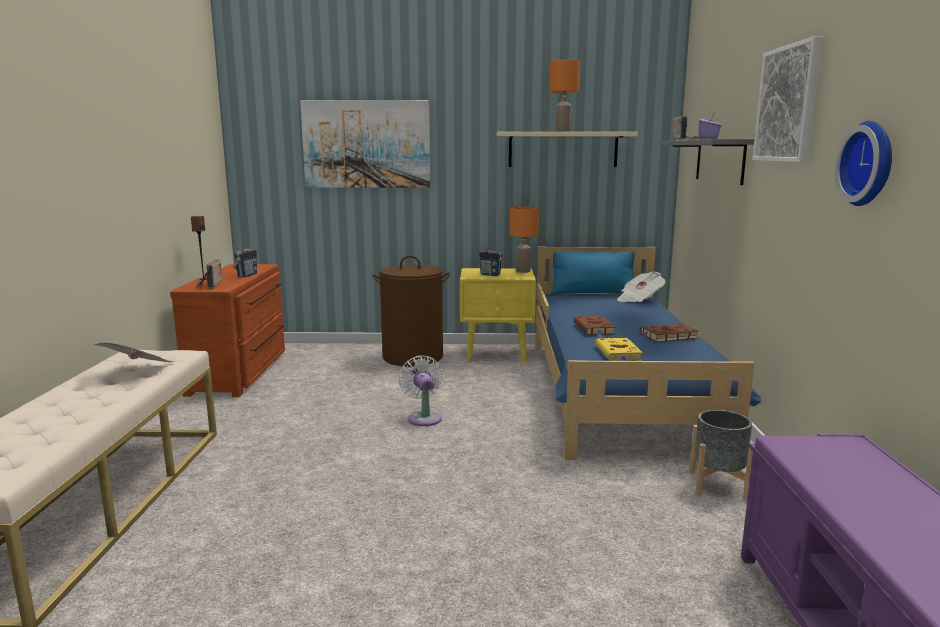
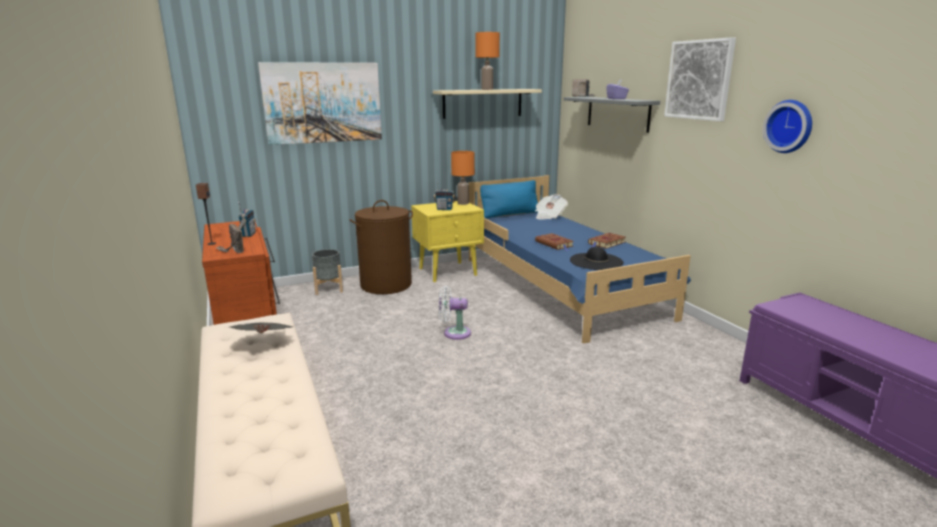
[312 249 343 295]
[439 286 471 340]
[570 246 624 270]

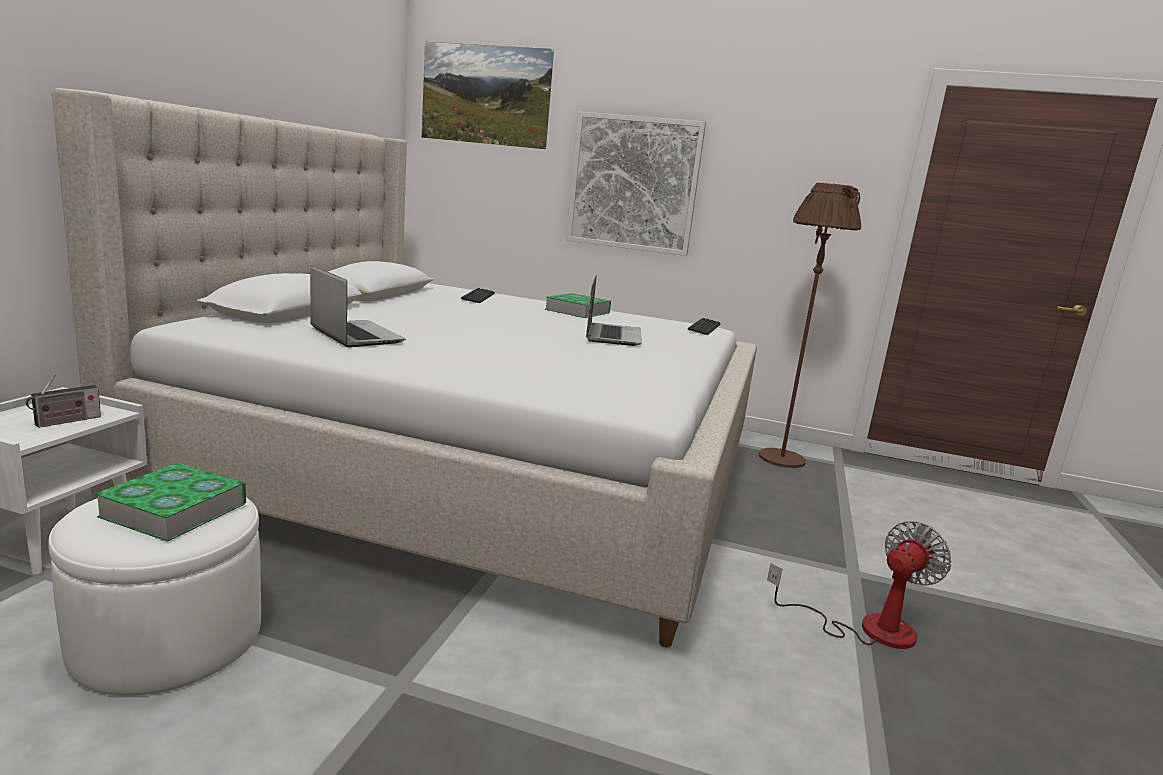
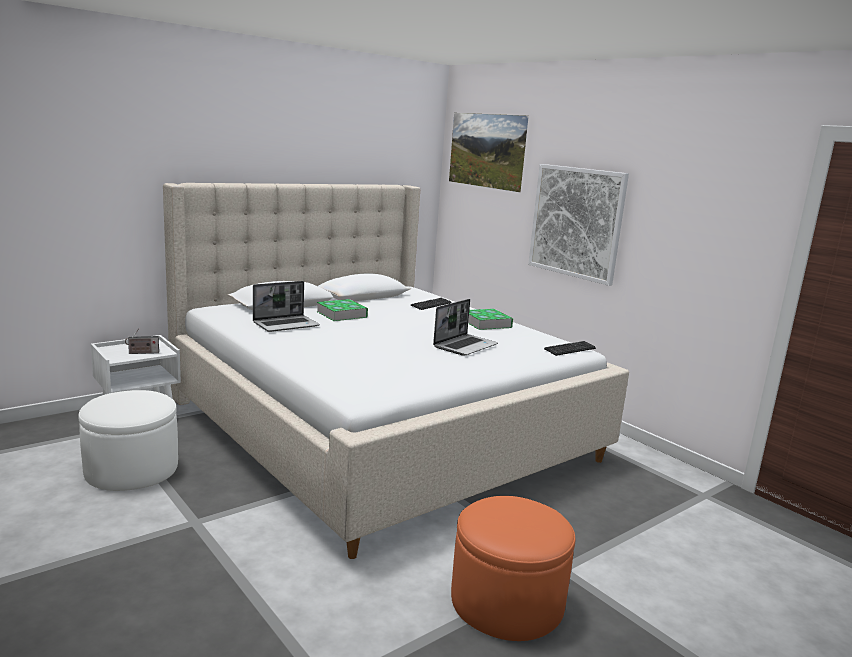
[253 281 320 332]
[317 299 368 321]
[451 496 575 641]
[759 183 861 468] (first image)

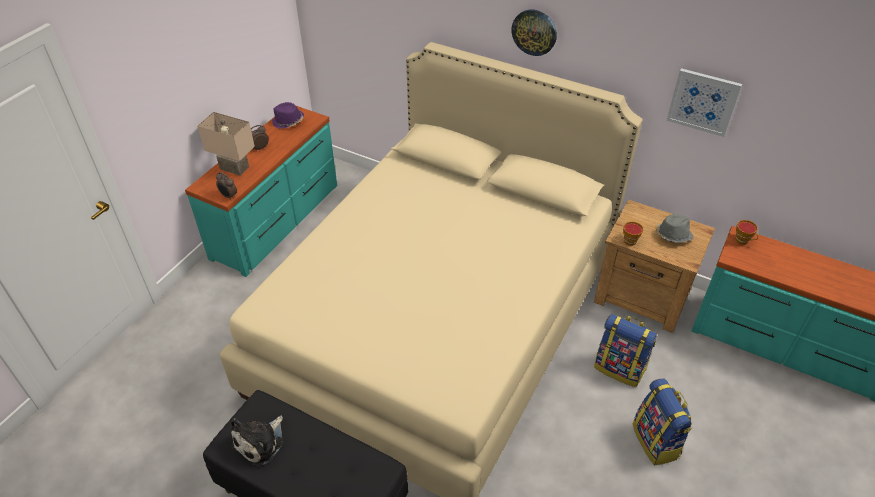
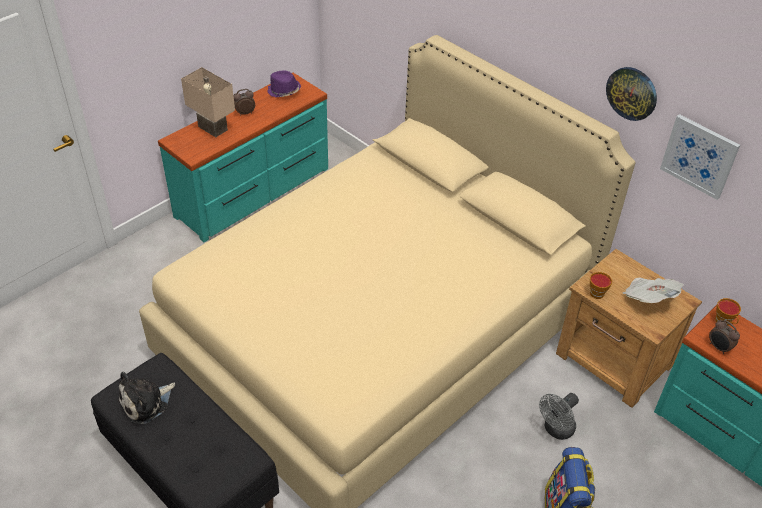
[539 393 579 440]
[606 67 657 121]
[622 277 684 303]
[709 319 740 354]

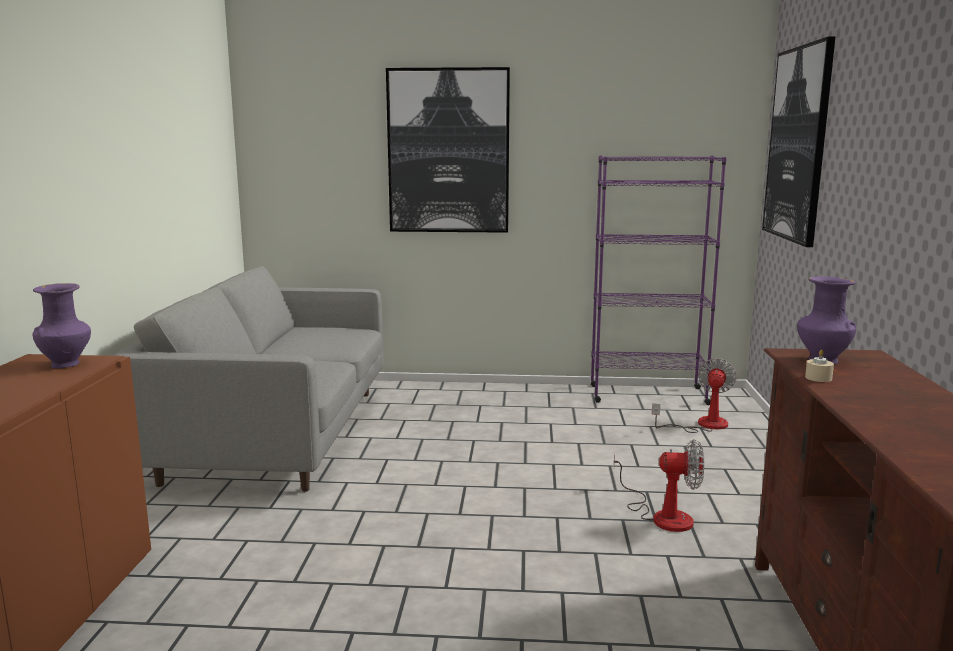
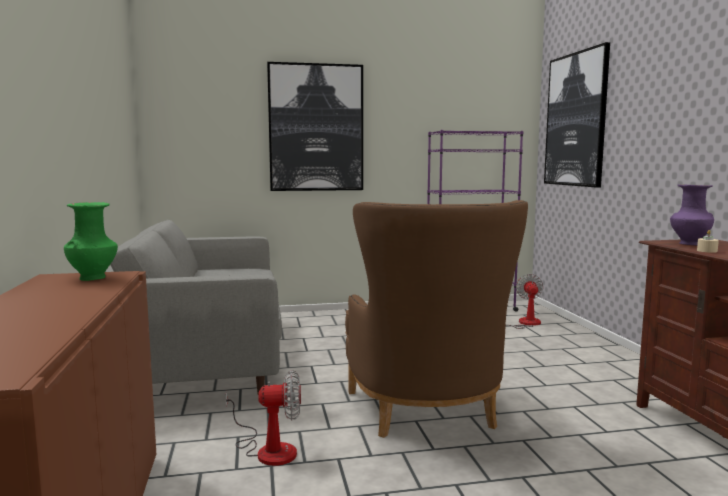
[64 202 118 281]
[225 370 301 466]
[345 200 528 438]

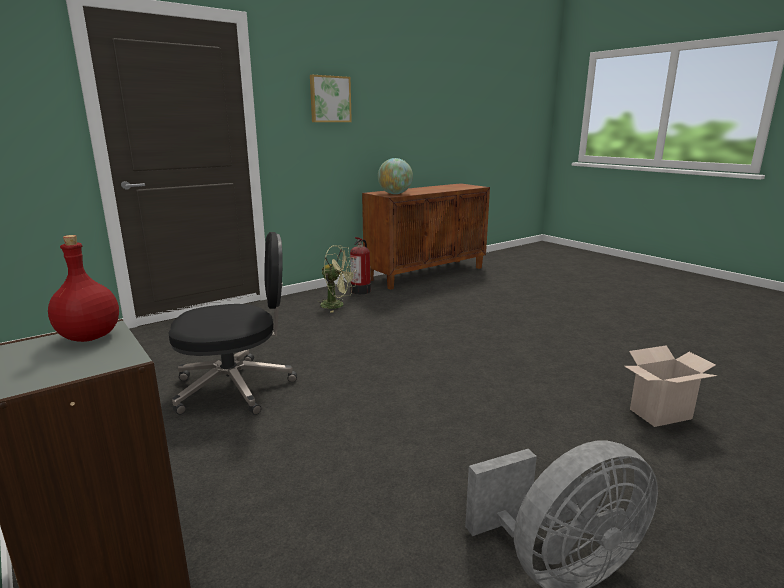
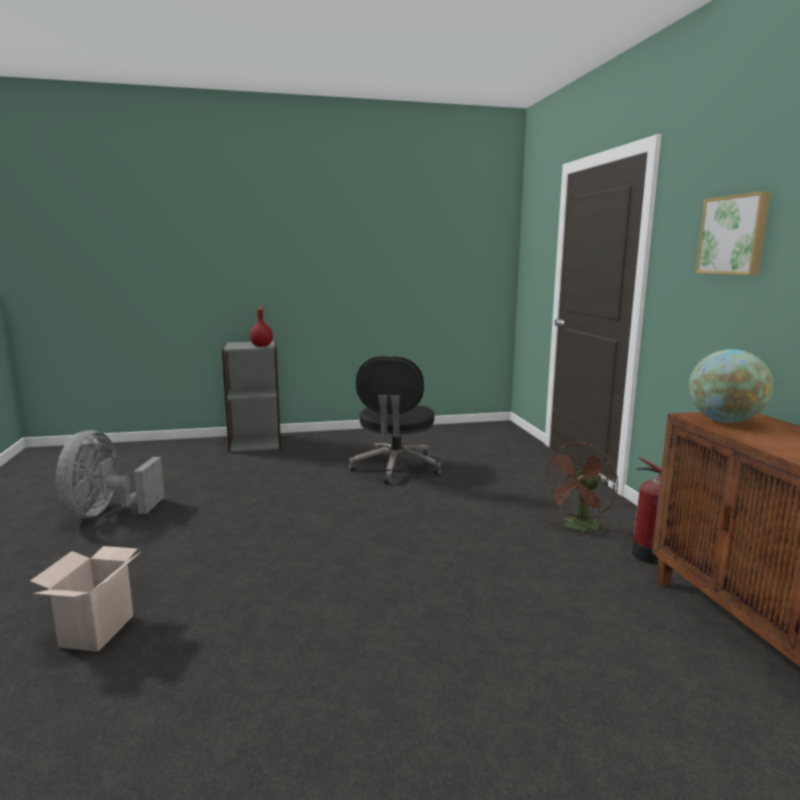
[541 442 618 535]

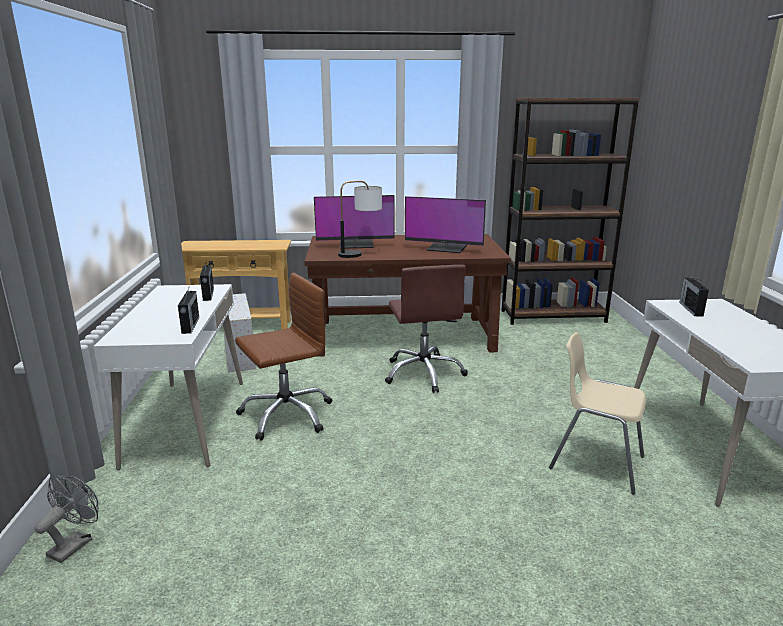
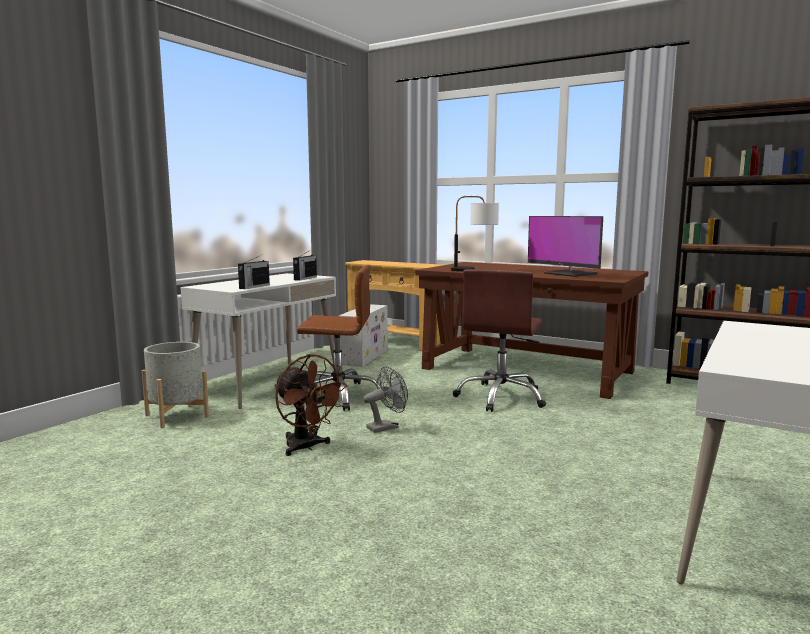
[142 342 209 428]
[274 354 348 456]
[363 366 408 433]
[314 195 395 249] (first image)
[549 332 646 495] (first image)
[679 278 709 317] (first image)

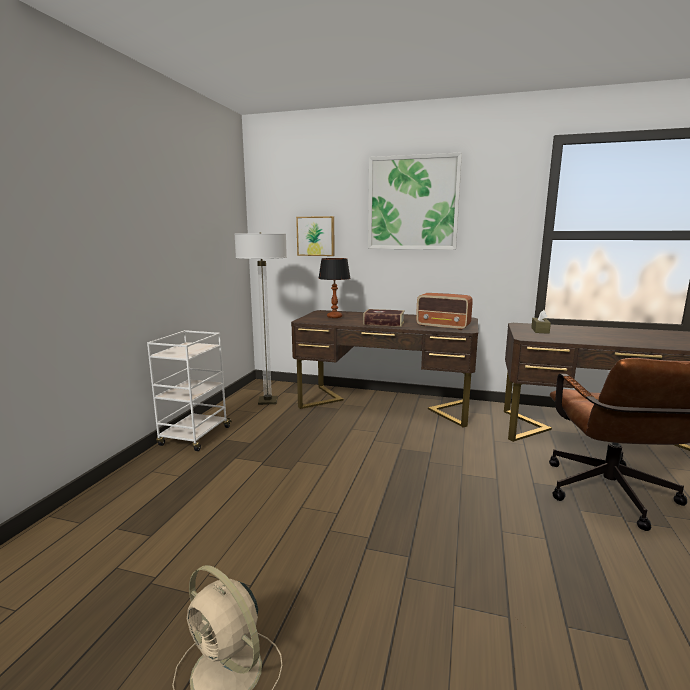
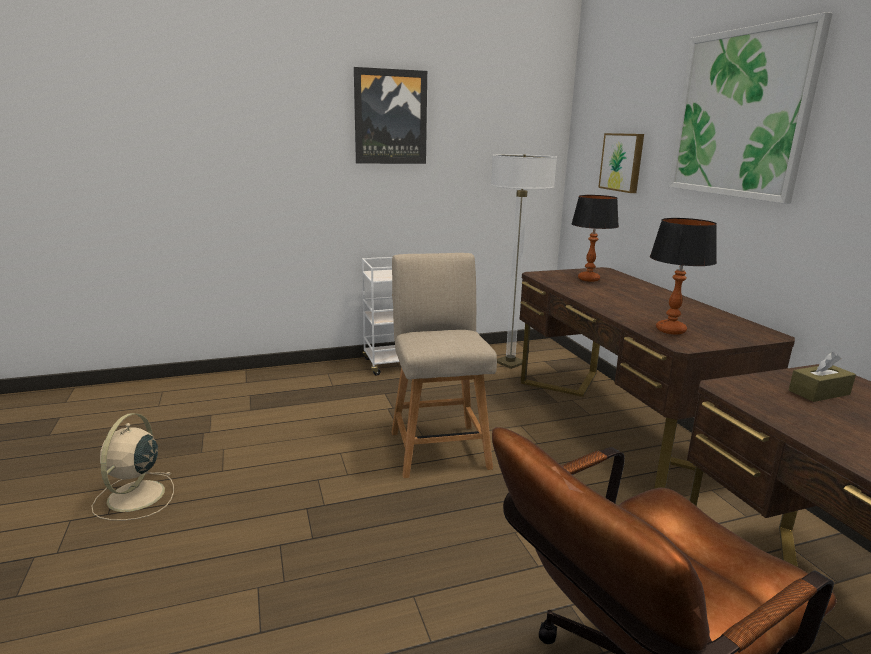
[354 67 427 164]
[391 253 497 478]
[650 218 717 335]
[363 309 405 327] (first image)

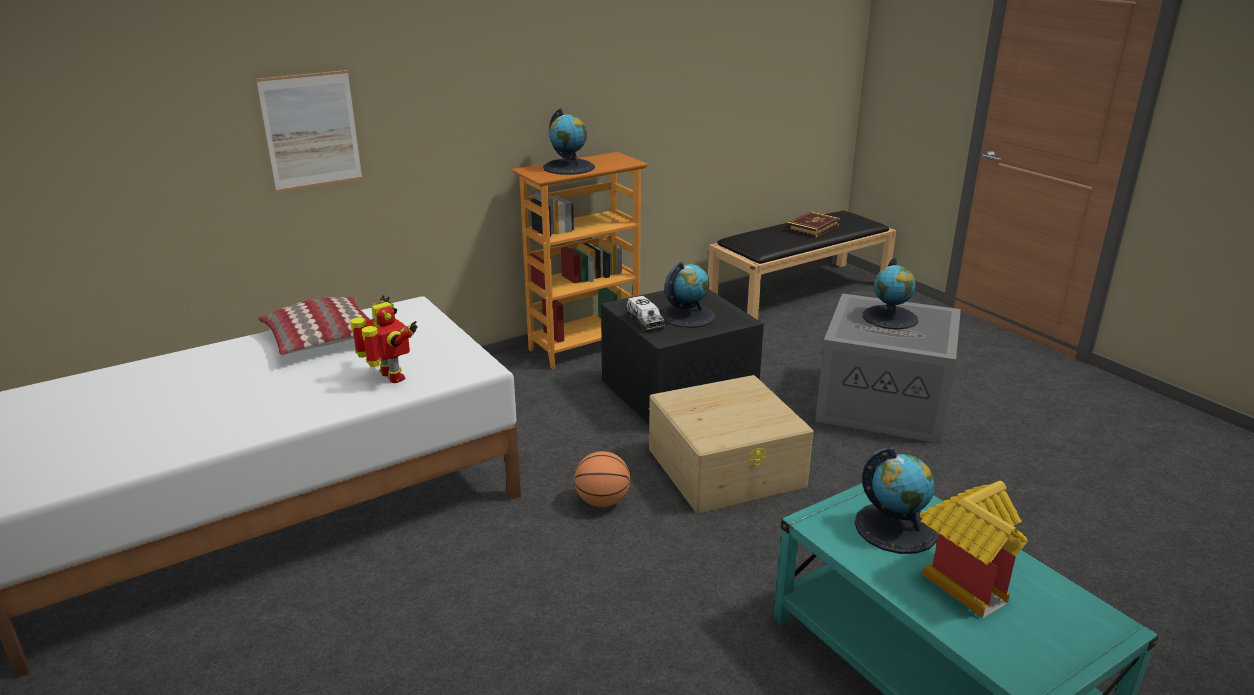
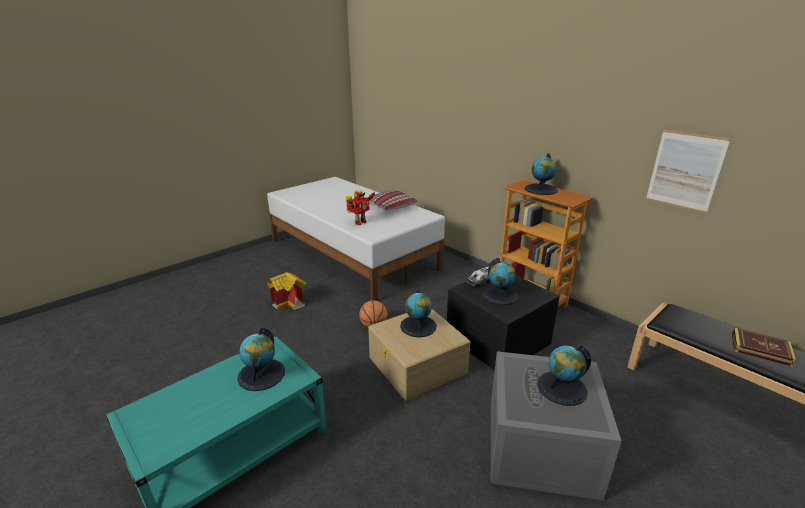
[267 272 306 310]
[400 288 437 337]
[646 130 730 213]

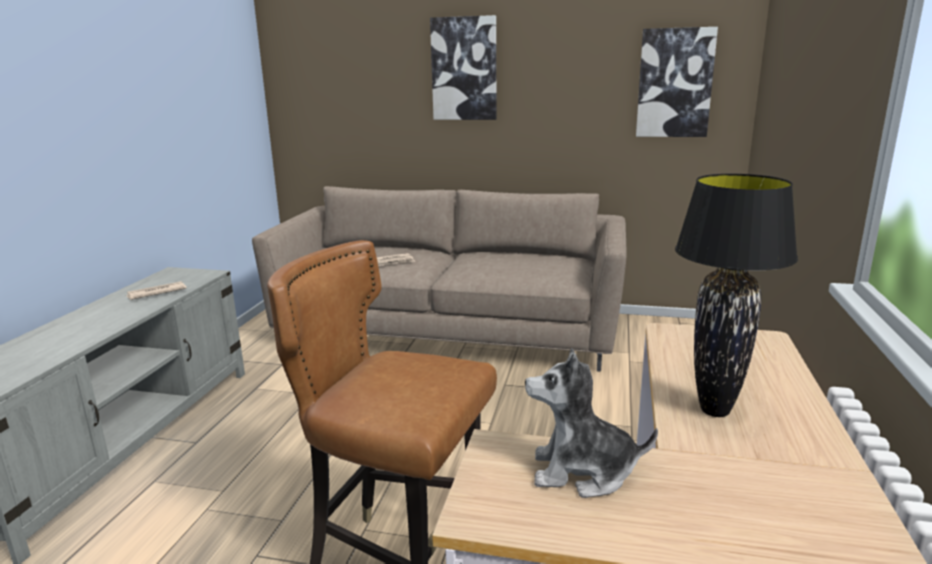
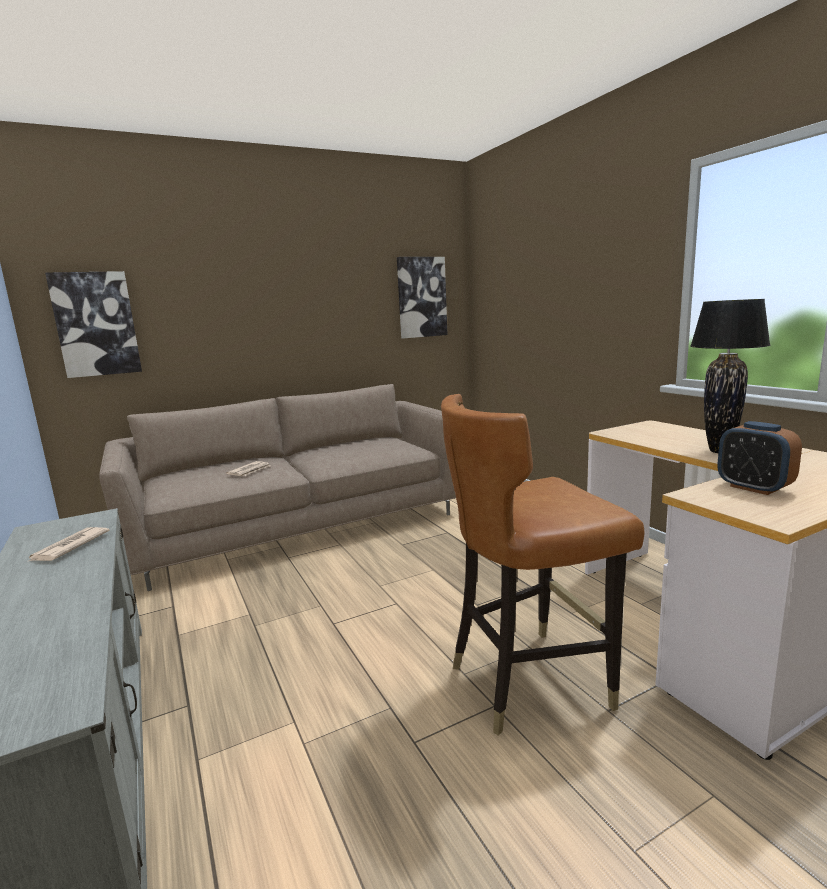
[45 271 142 378]
[717 421 802 495]

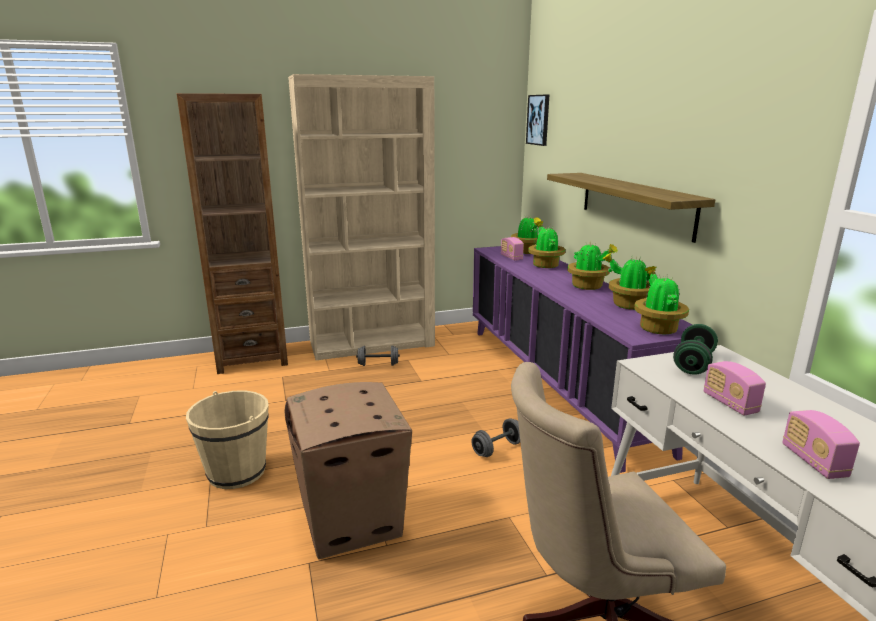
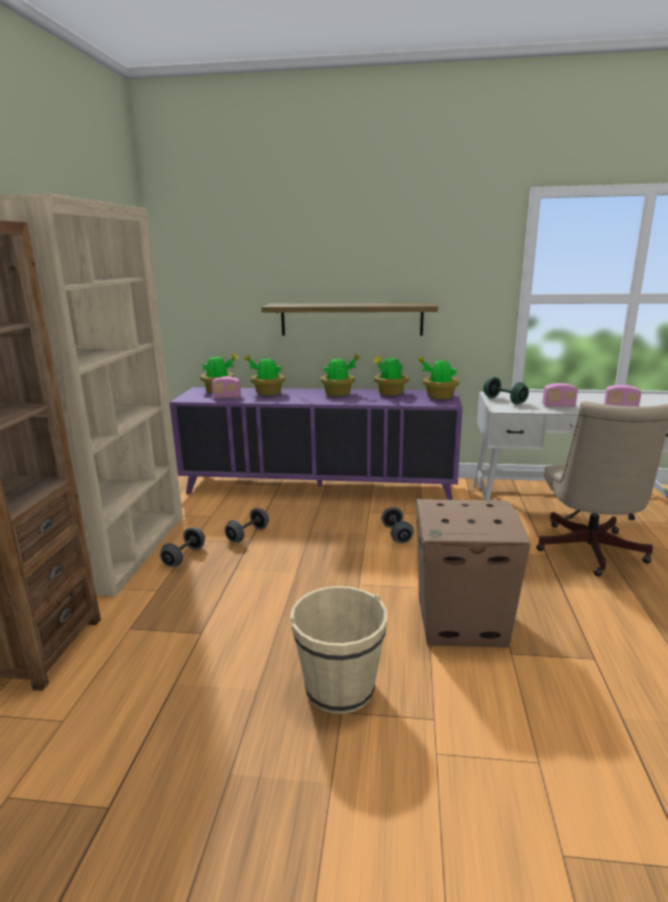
[225 508 269 542]
[526 95 549 146] (first image)

